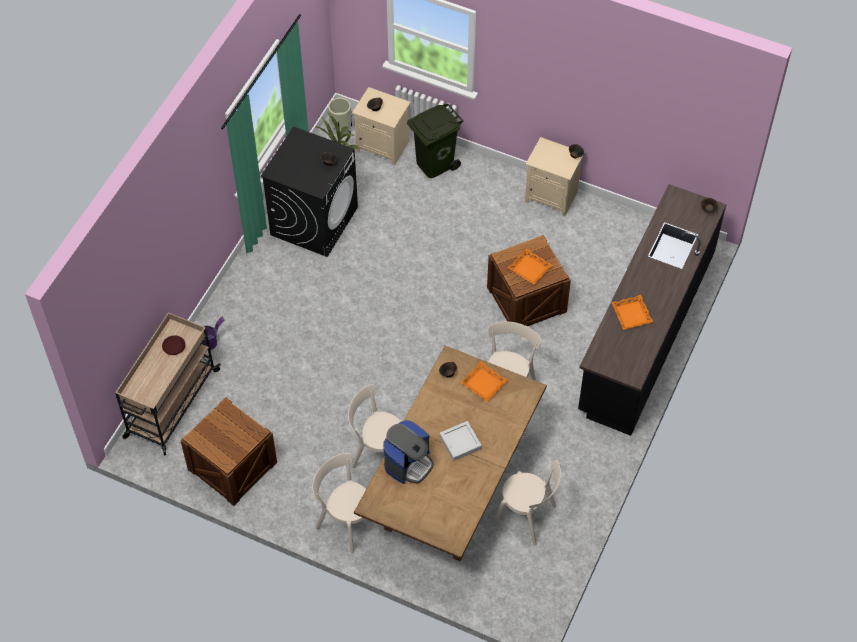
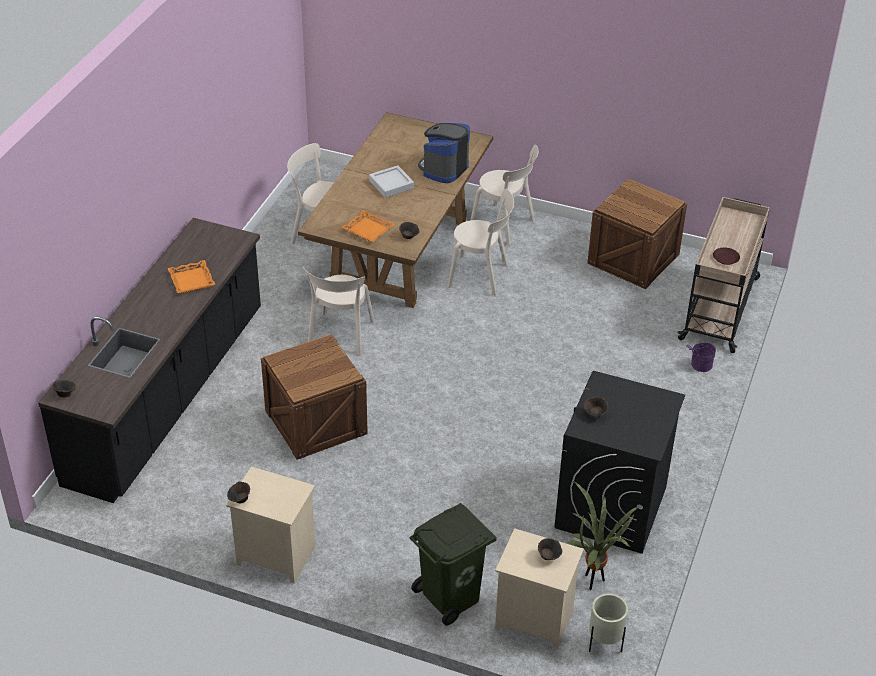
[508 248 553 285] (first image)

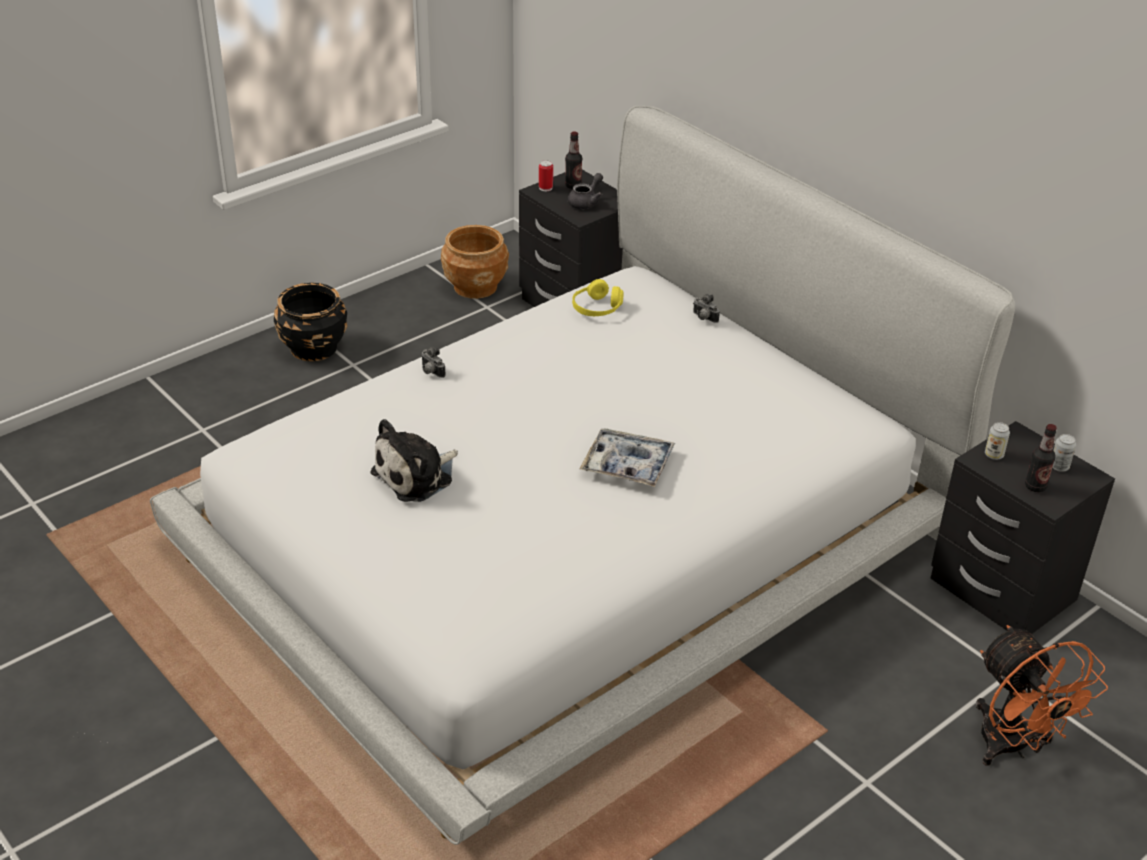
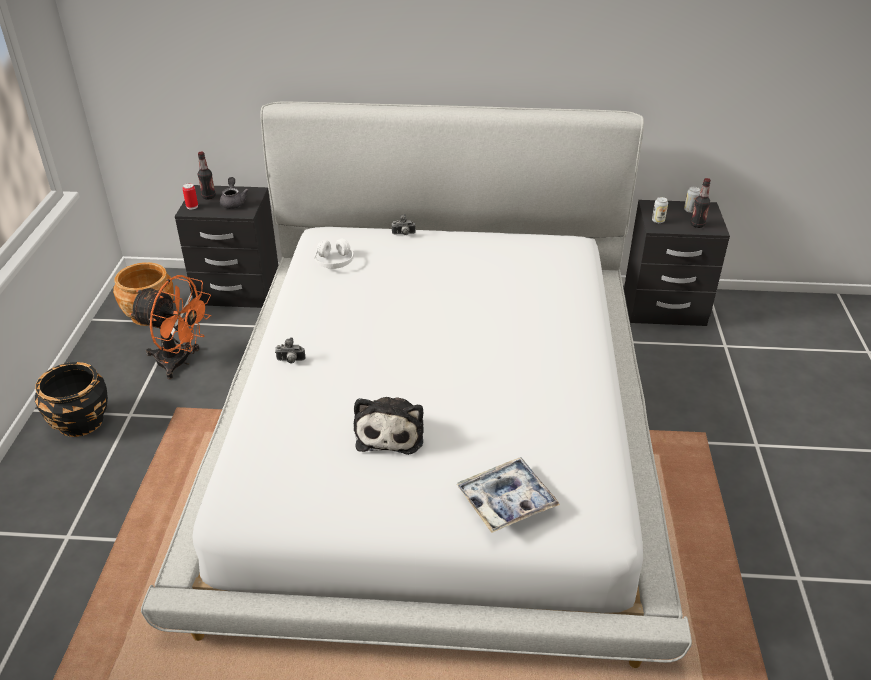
[129 275 211 379]
[314 239 354 269]
[457 457 560 533]

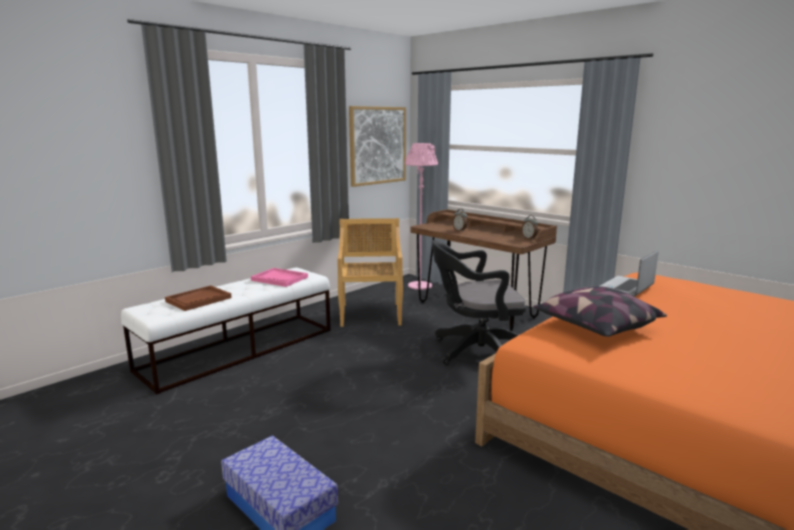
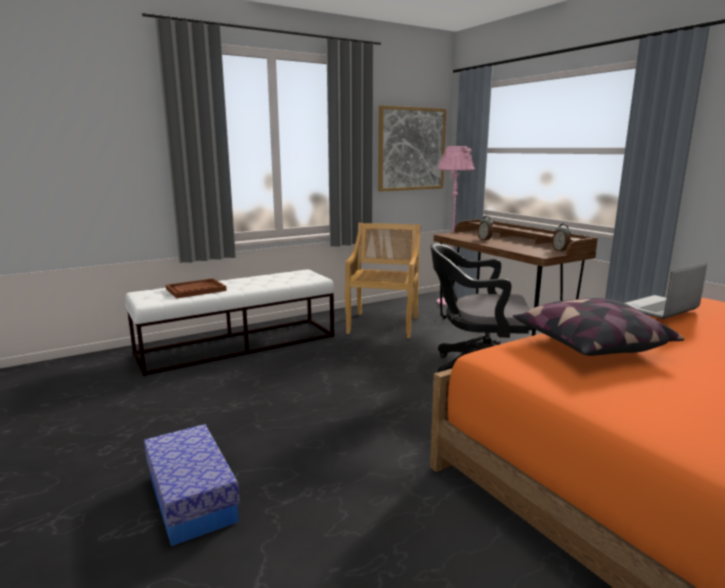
[251 268 308 287] (first image)

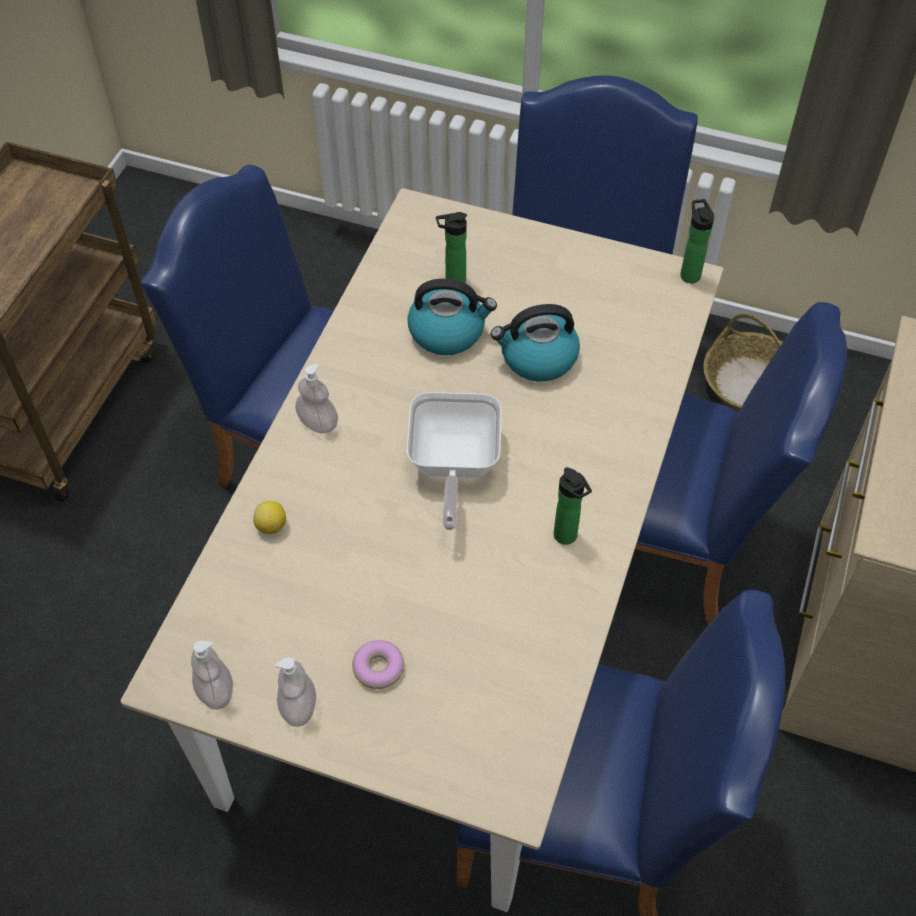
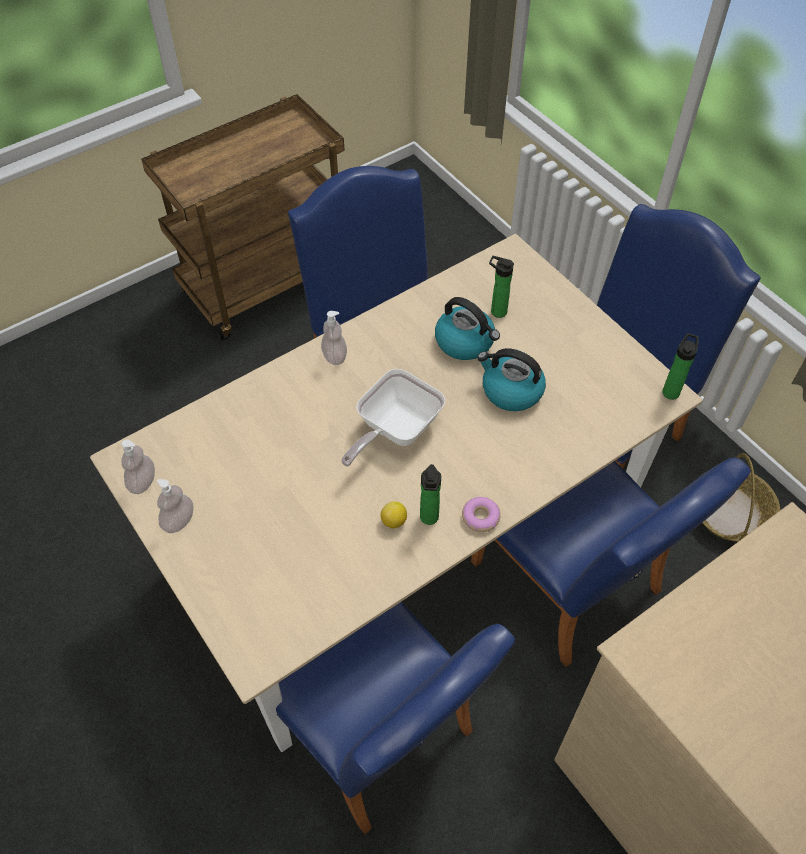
[380 501 407 528]
[462 497 501 532]

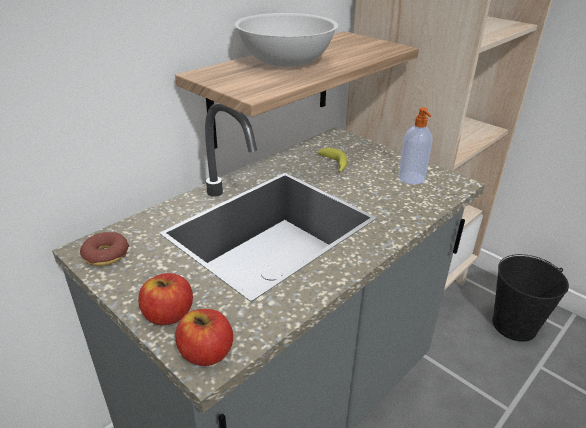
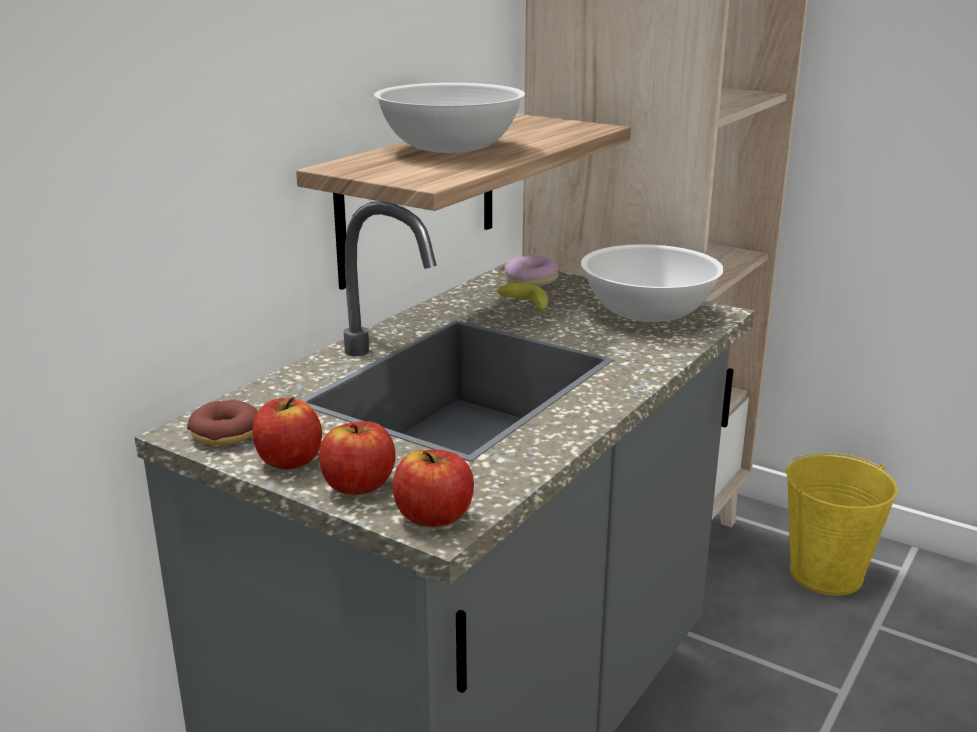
[252 397 322 470]
[505 256 558 287]
[581 244 724 322]
[786 452 898 596]

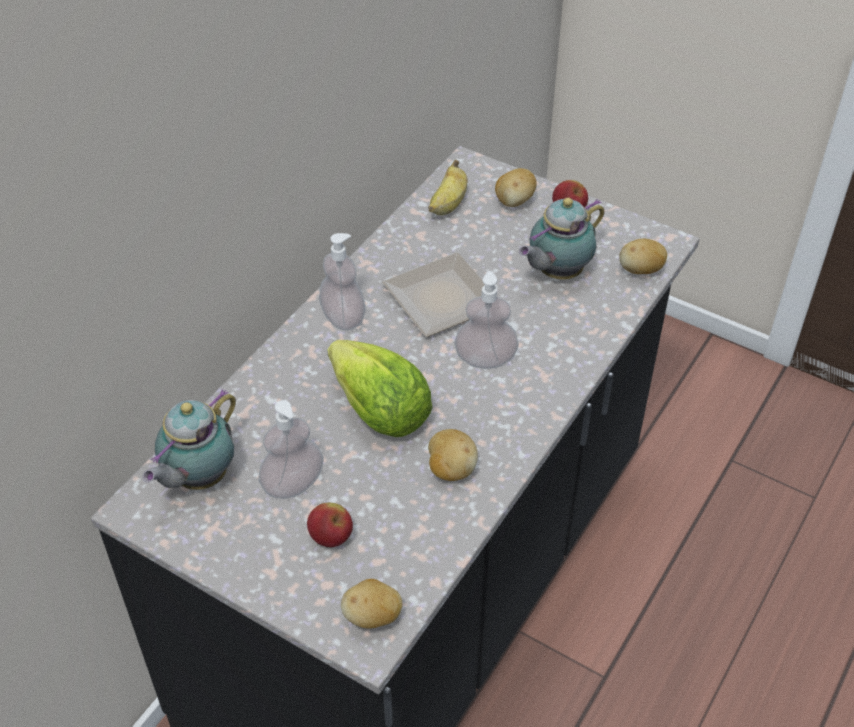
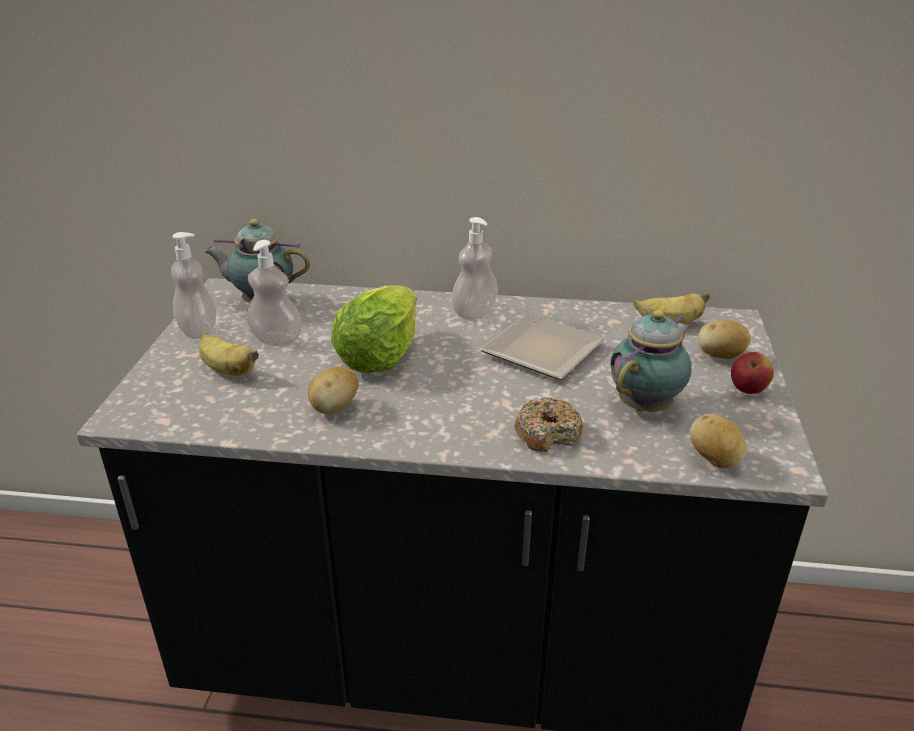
[171 232 216 339]
[199 333 259 376]
[514 397 583 452]
[611 310 692 412]
[341 579 402 628] (first image)

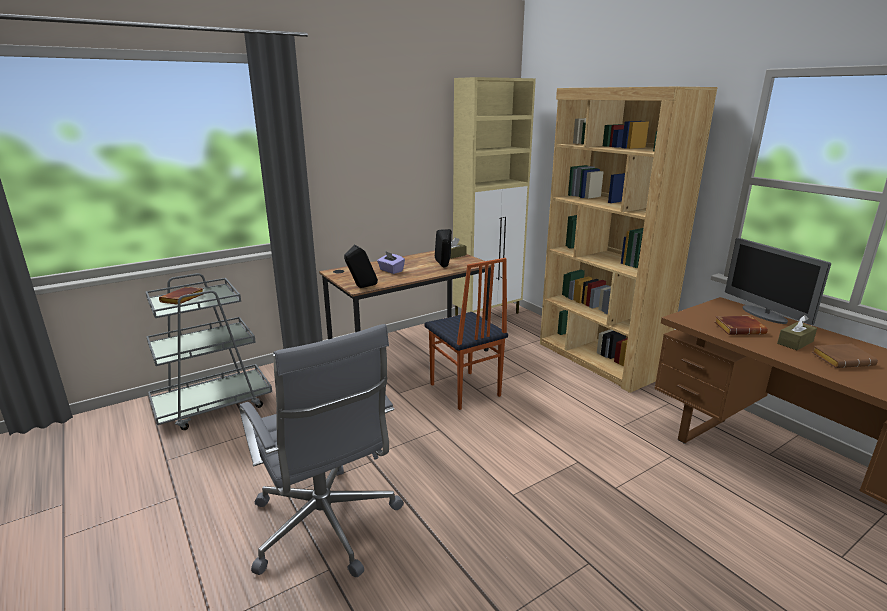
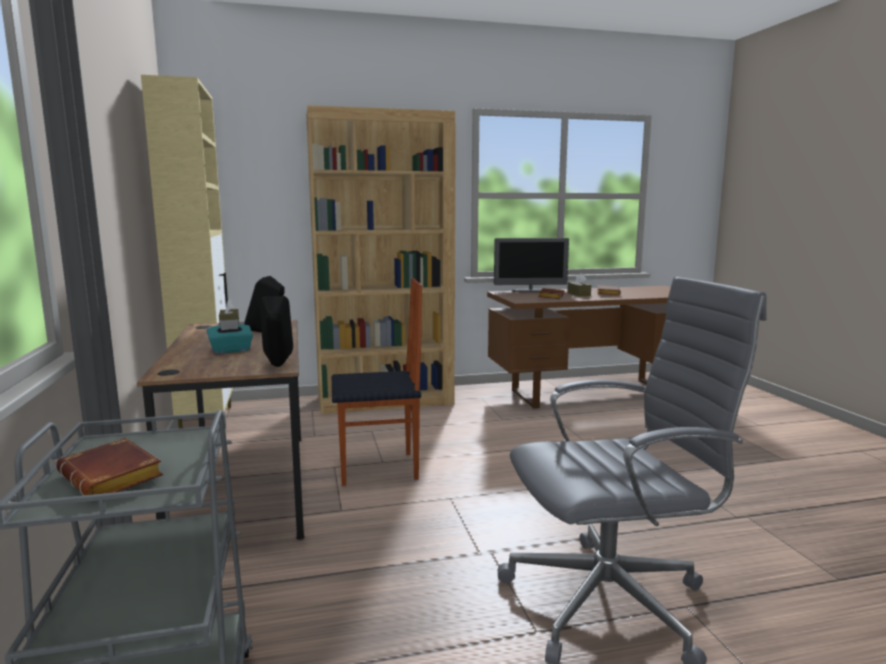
[207 319 253 354]

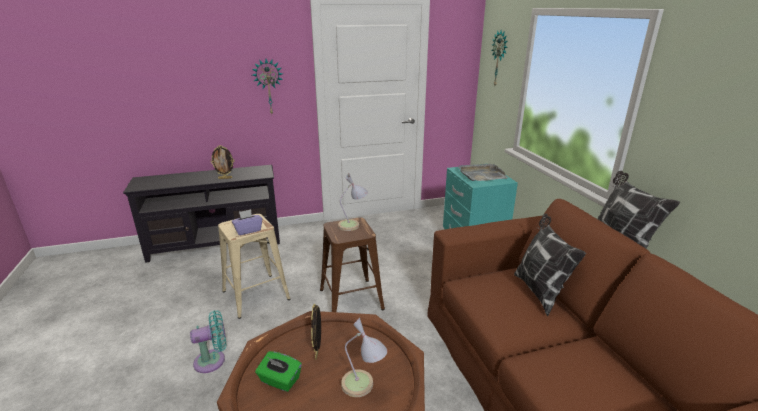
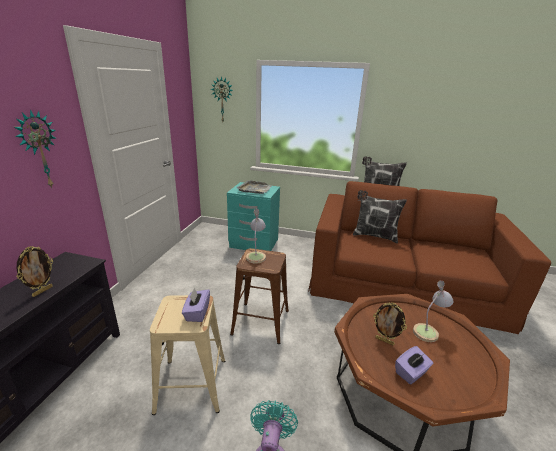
[395 346 433 384]

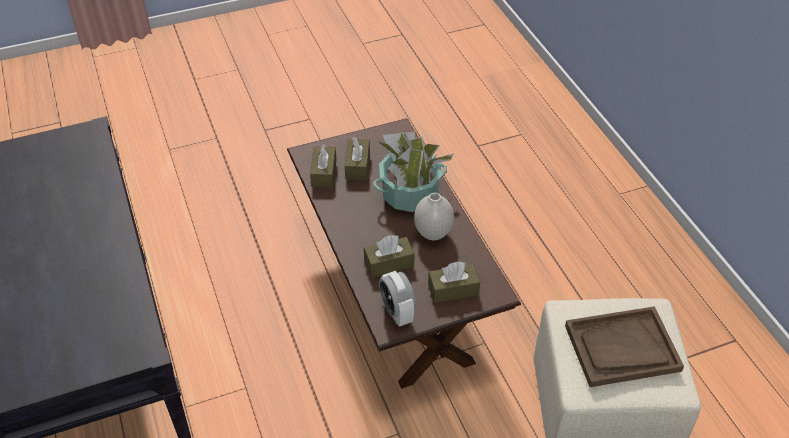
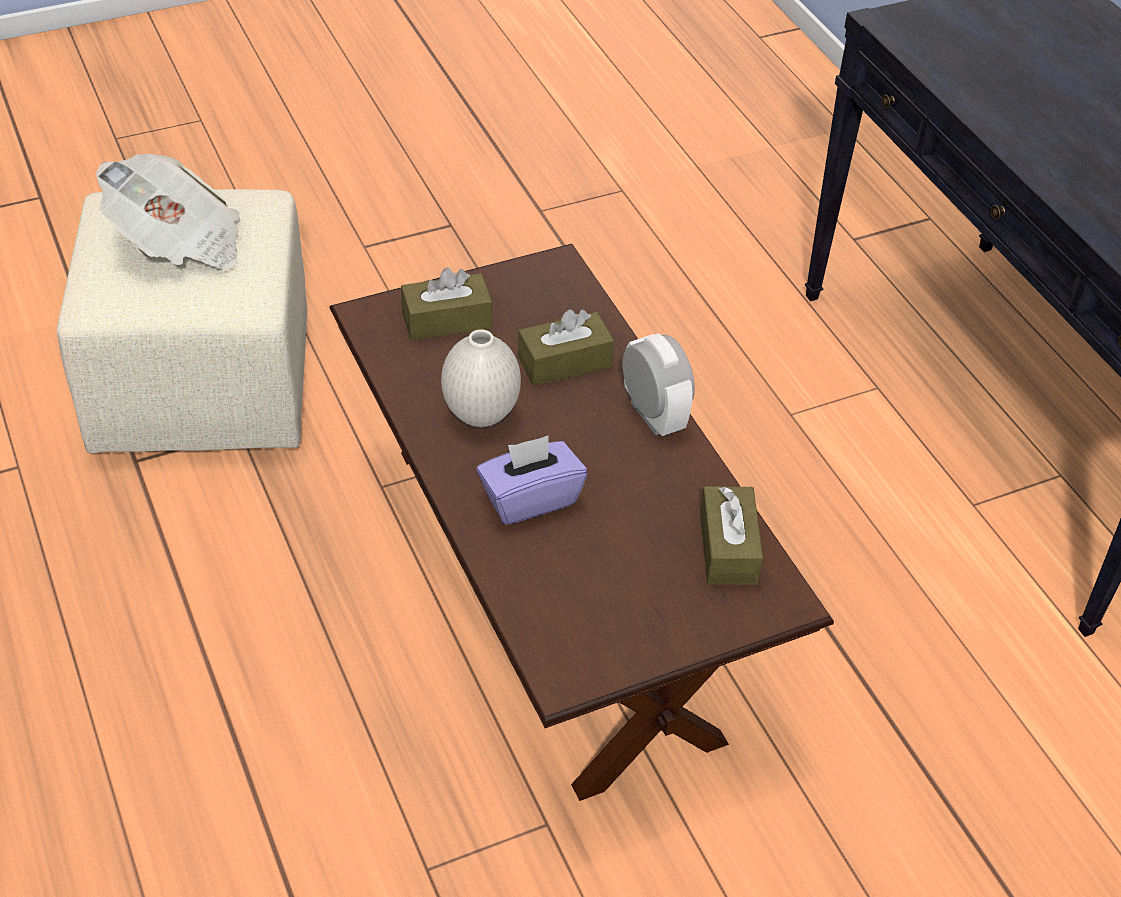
[96 154 240 270]
[477 436 587 525]
[623 333 695 436]
[345 137 370 180] (first image)

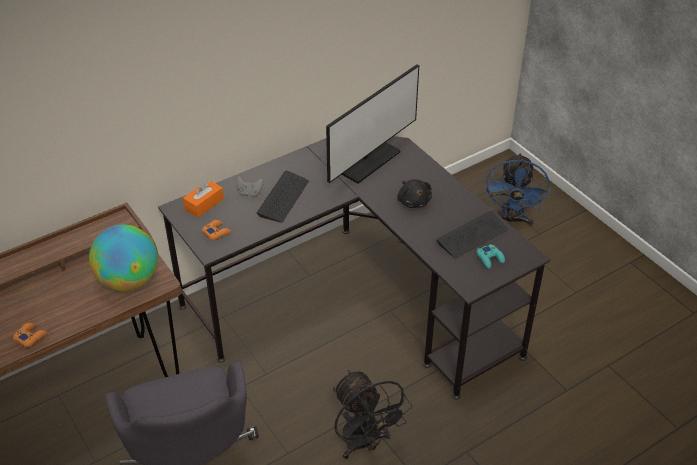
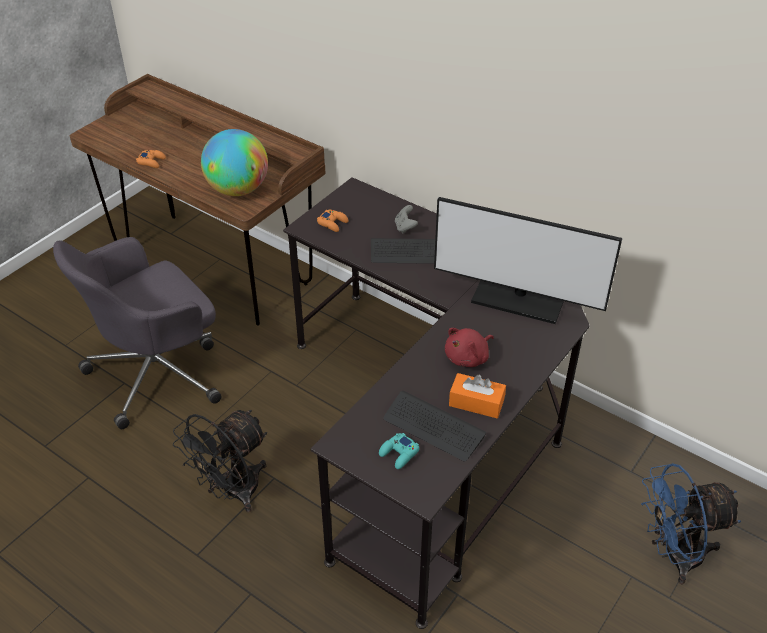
[445 328 494 367]
[449 373 506 418]

